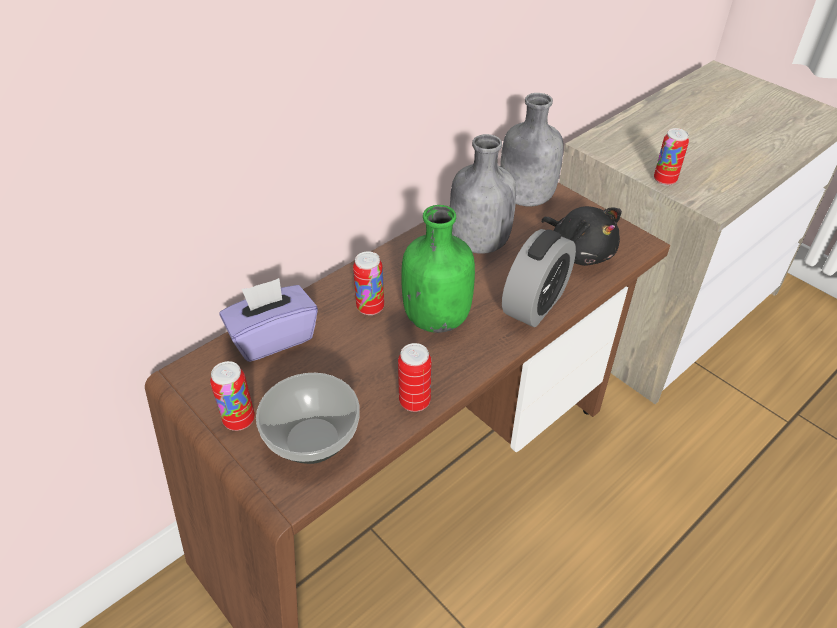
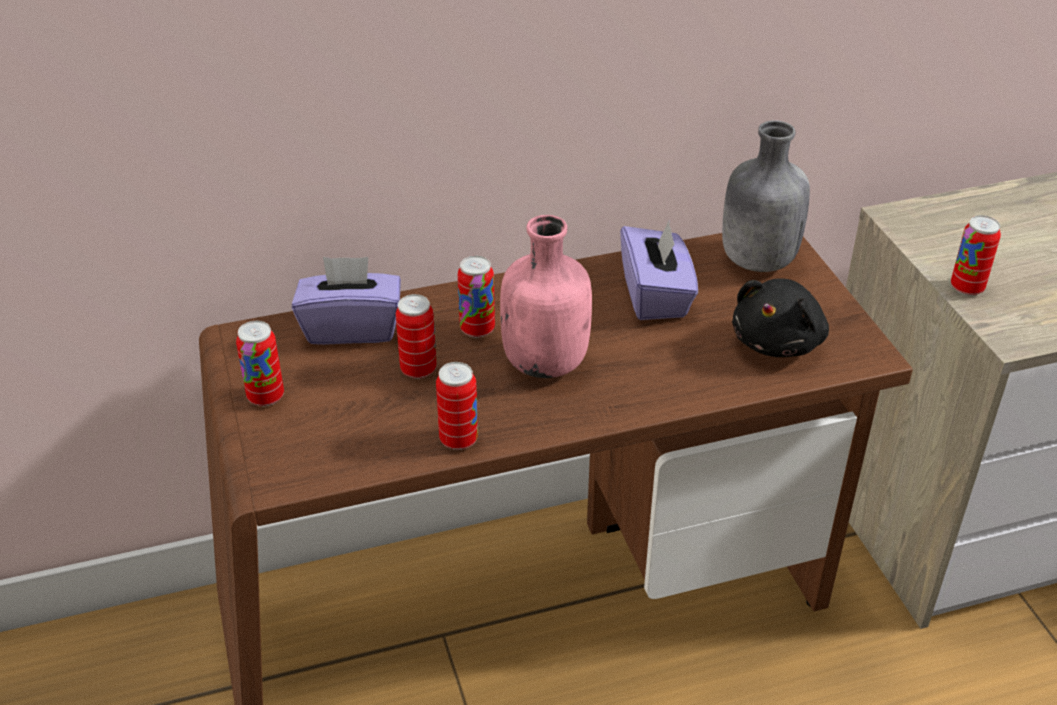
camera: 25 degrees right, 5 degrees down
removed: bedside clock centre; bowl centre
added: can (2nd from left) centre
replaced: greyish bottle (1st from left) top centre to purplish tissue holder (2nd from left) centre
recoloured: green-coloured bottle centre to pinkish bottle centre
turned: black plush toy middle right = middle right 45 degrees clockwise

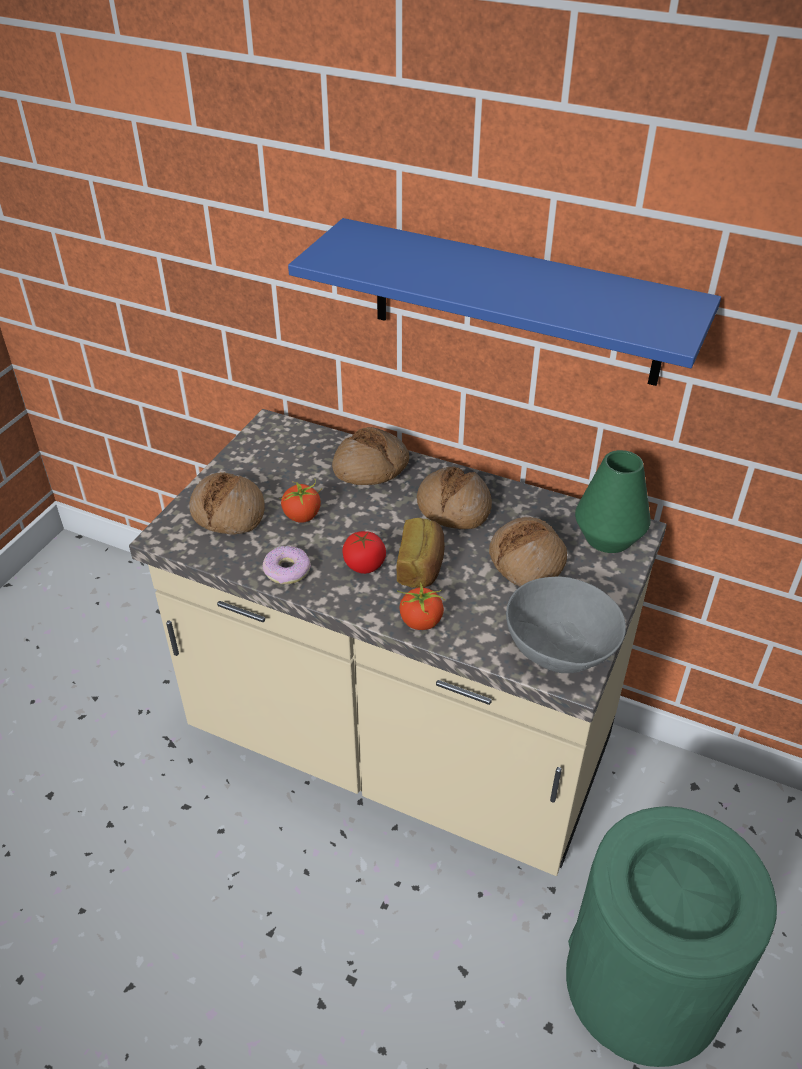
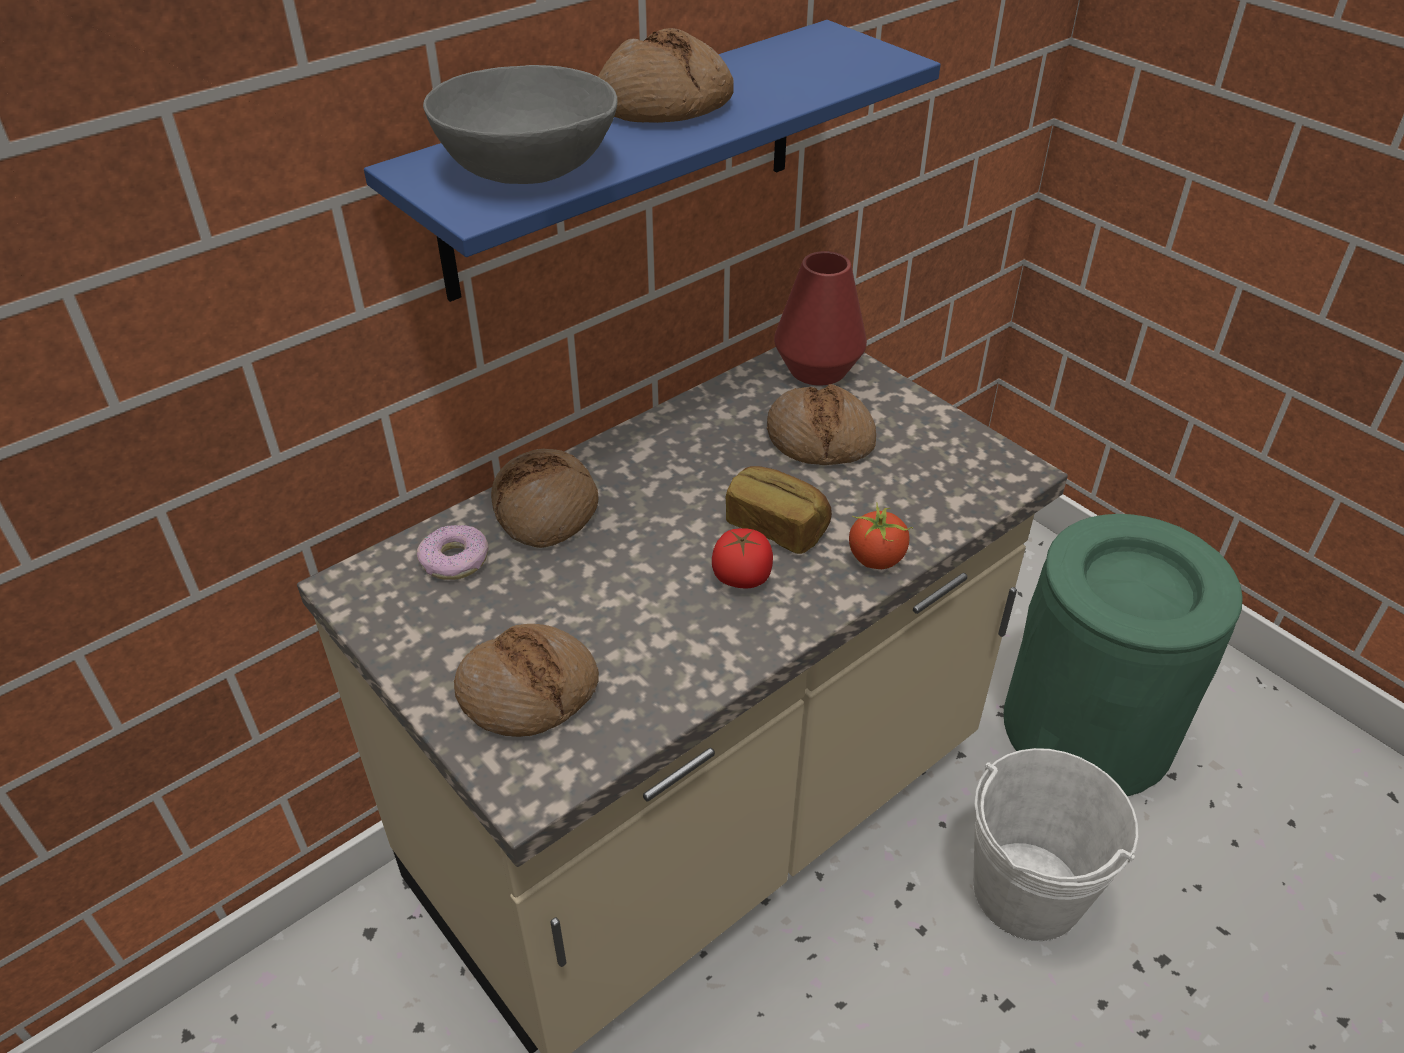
camera: 65 degrees left, 0 degrees up
removed: fresh tomato (1st from left) centre
added: white-coloured bucket bottom right
moved: bread (4th from left in the first image) centre to bread (3rd from left) top centre; donut centre to middle left; greyish bowl middle right to top centre
recoloured: green-coloured flower vase middle right to red-coloured flower vase top centre

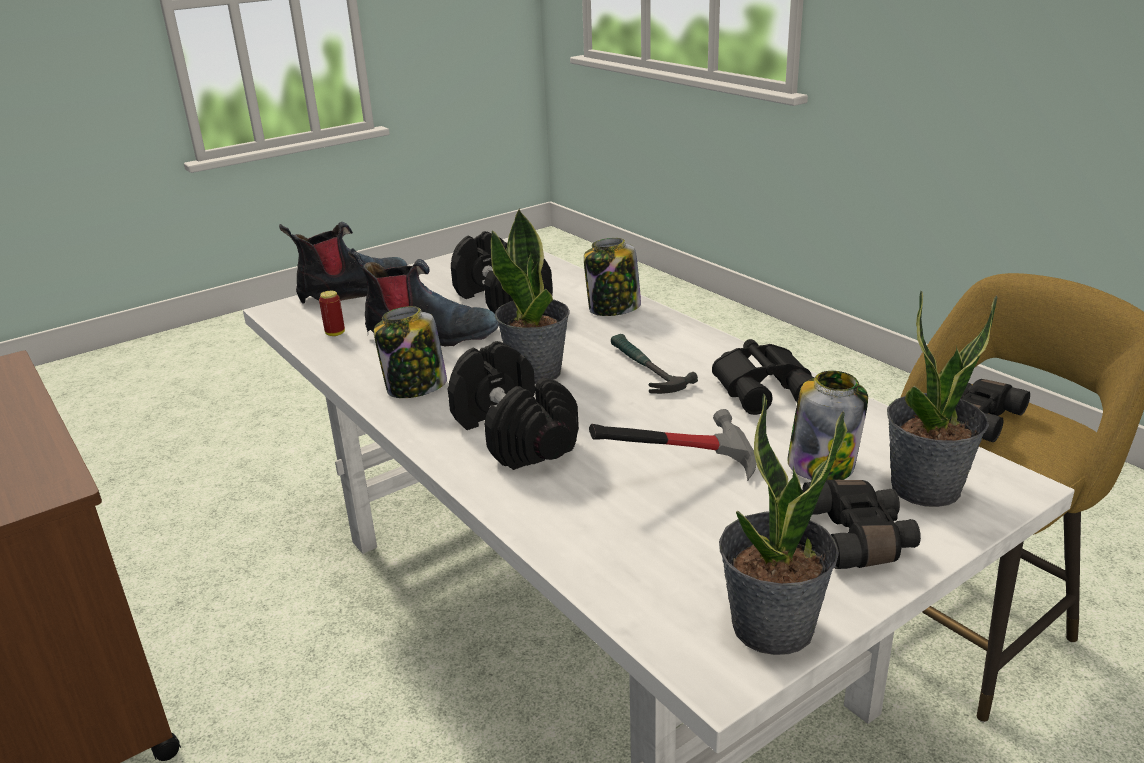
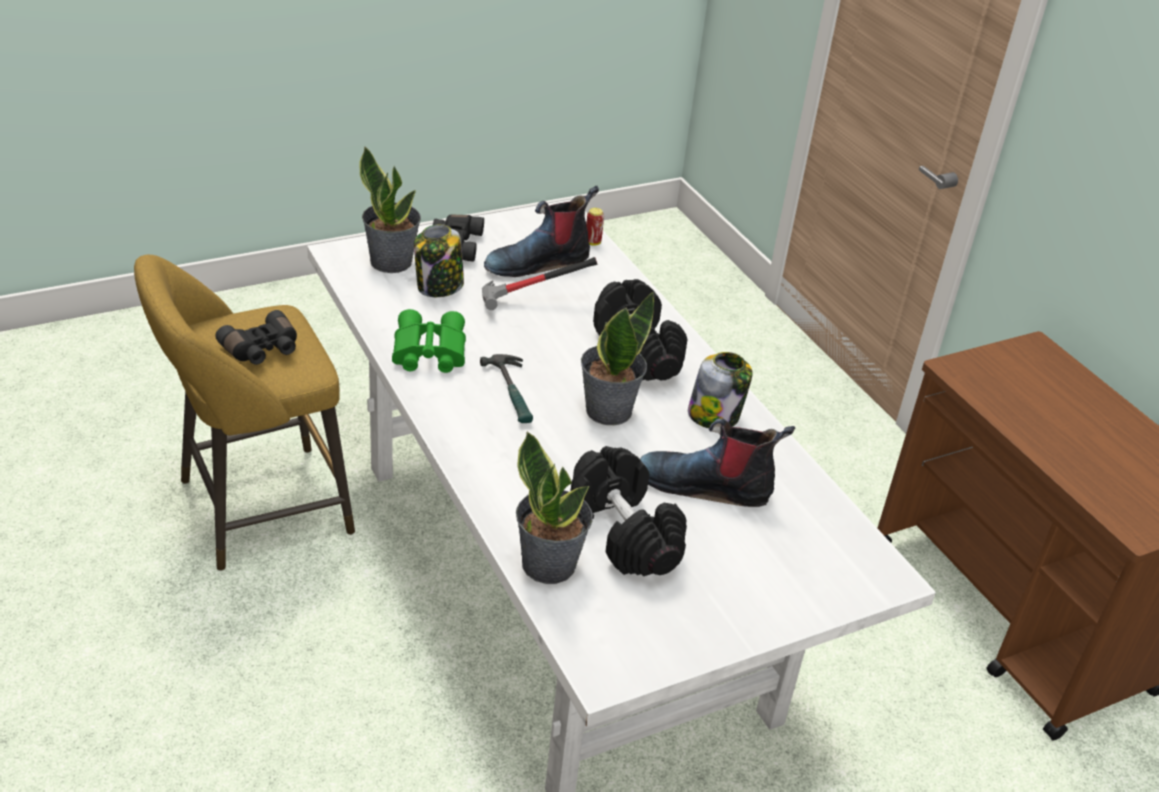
camera: 175 degrees left, 10 degrees up
removed: preserve jar (2nd from left) centre
moved: high-top boot (1st from left) middle left to top centre; can middle left to top centre; plant in a pot (2nd from left) bottom right to centre
recoloured: black binoculars (1st from left) middle right to green-coloured binoculars centre

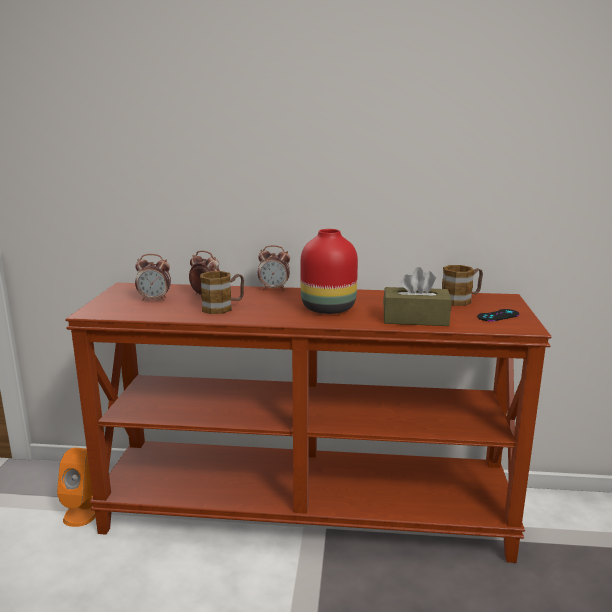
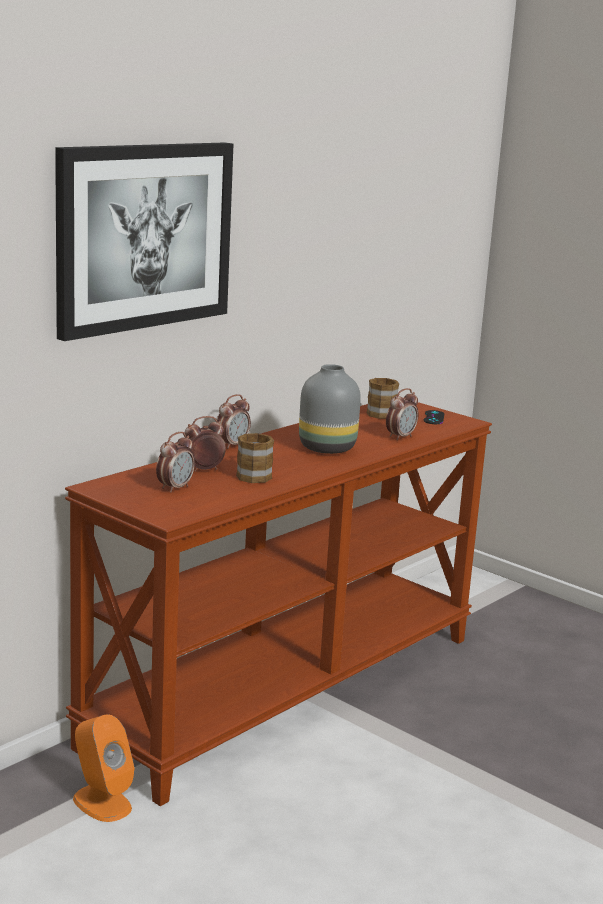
camera: 55 degrees left, 0 degrees up
added: wall picture top left
replaced: brown tissue holder middle right to bedside clock (4th from left) middle right
recoloured: red-coloured flower vase centre to greyish flower vase centre

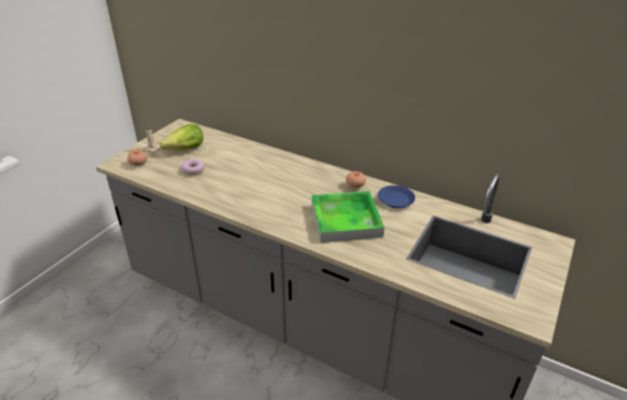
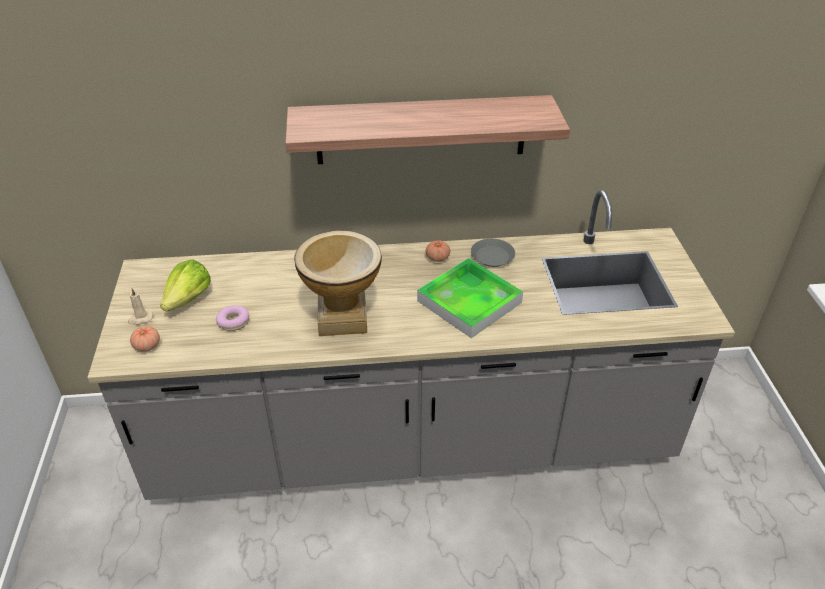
camera: 35 degrees left, 5 degrees up
added: wall shelf top centre; flower vase centre
recoloured: bluish flat dish centre to greyish flat dish centre

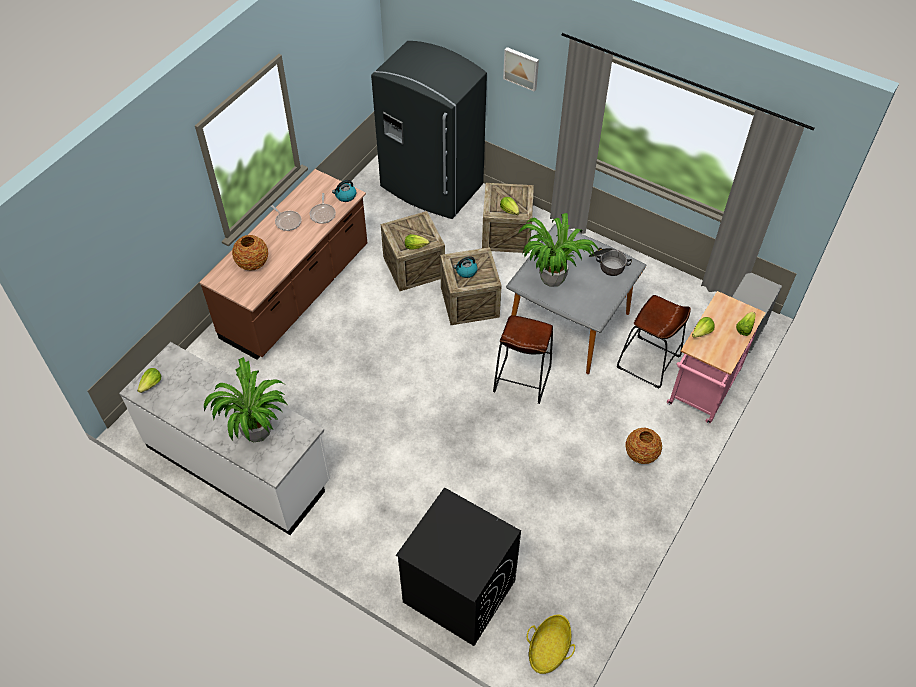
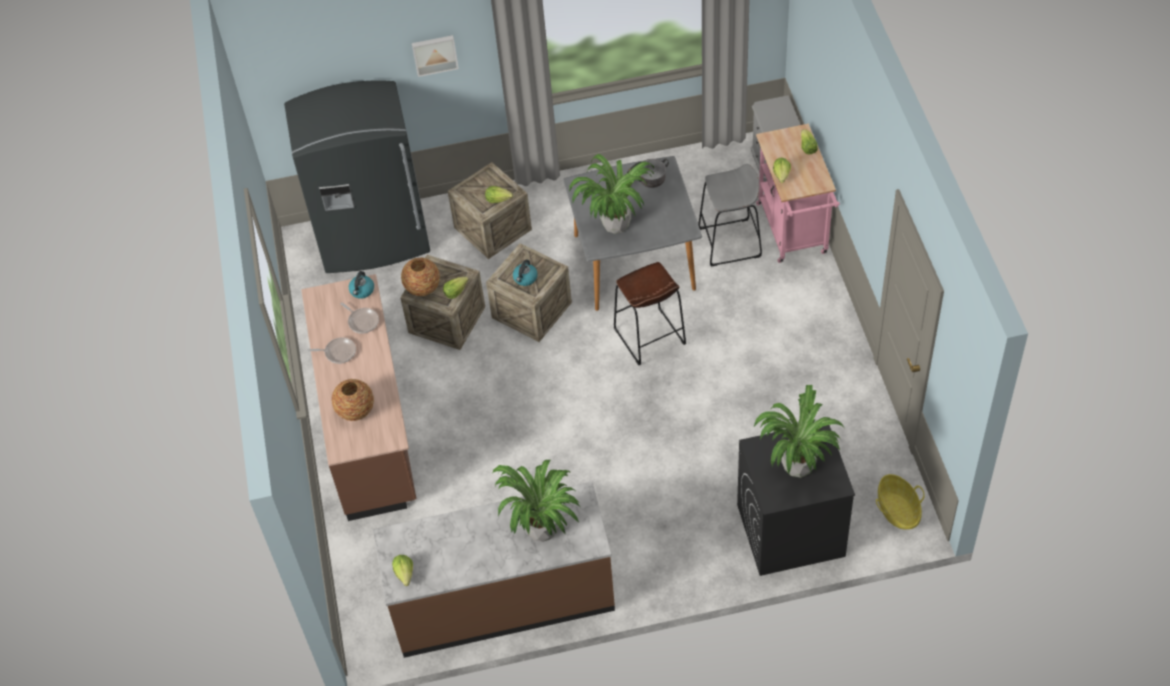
camera: 40 degrees left, 0 degrees up
added: plant in a pot (3rd from left) middle right
moved: flower vase (2nd from left) middle right to centre
recoloured: brown stool seat (2nd from left) middle right to greyish stool seat top centre; white-coloured kitchen counter middle left to brown kitchen counter (2nd from left) bottom centre

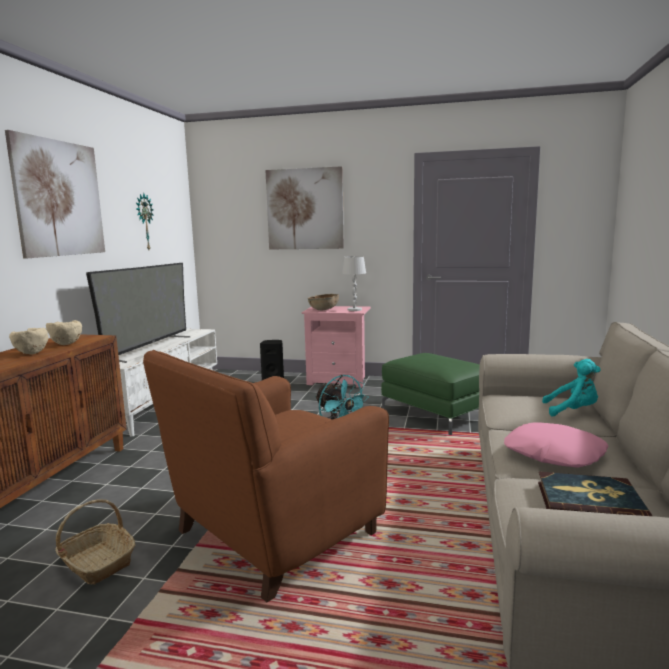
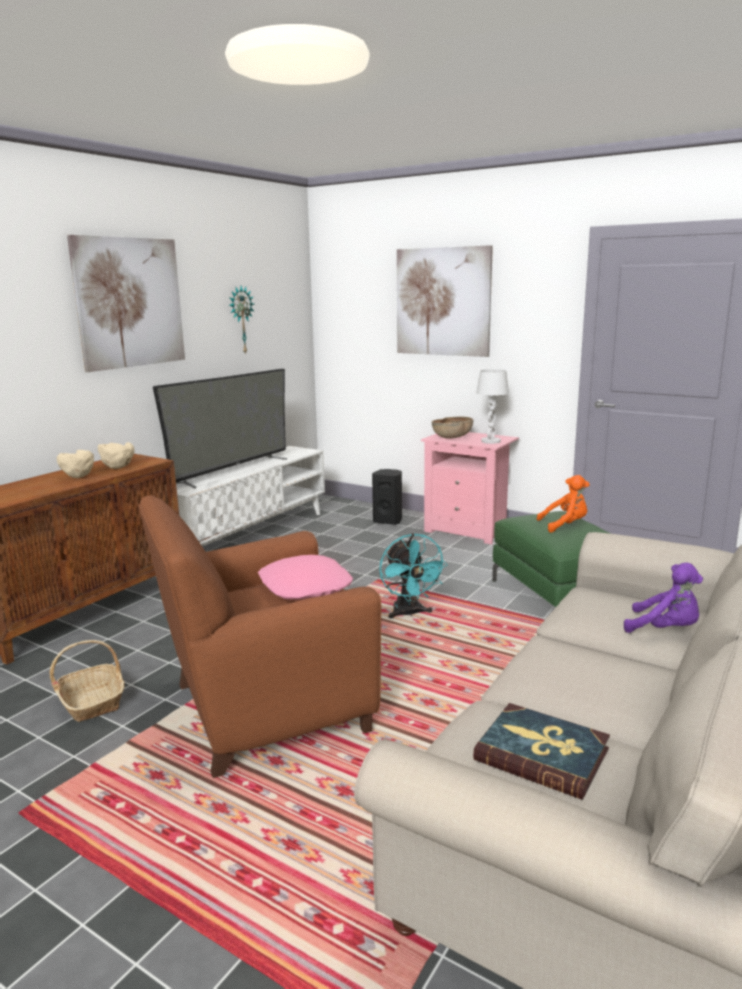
camera: 20 degrees right, 5 degrees up
added: orangey plush toy middle right
moved: pinkish throw pillow middle right to centre
recoloured: blue-green plush toy middle right to purplish plush toy middle right

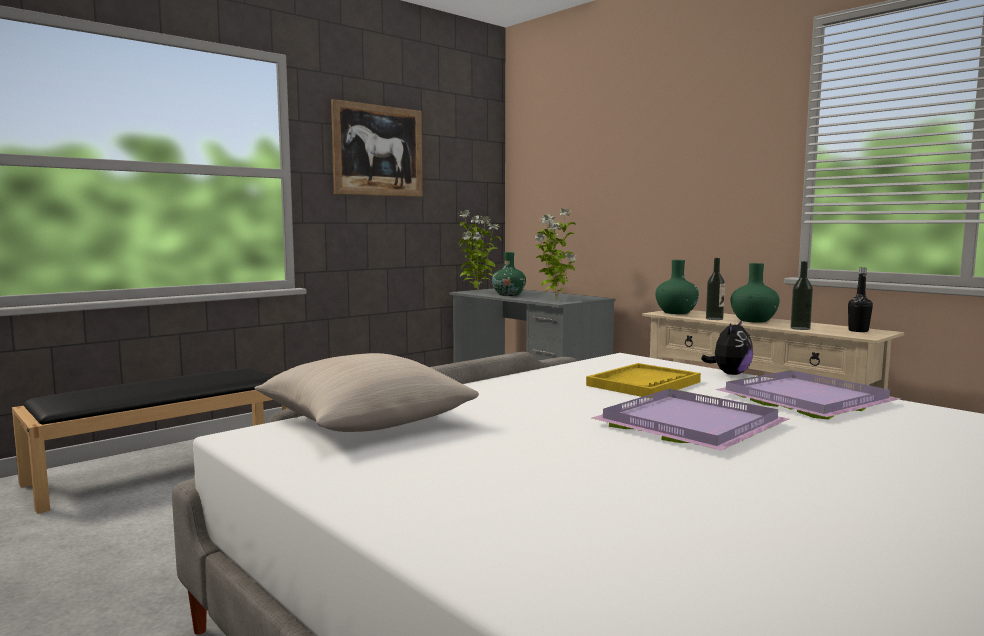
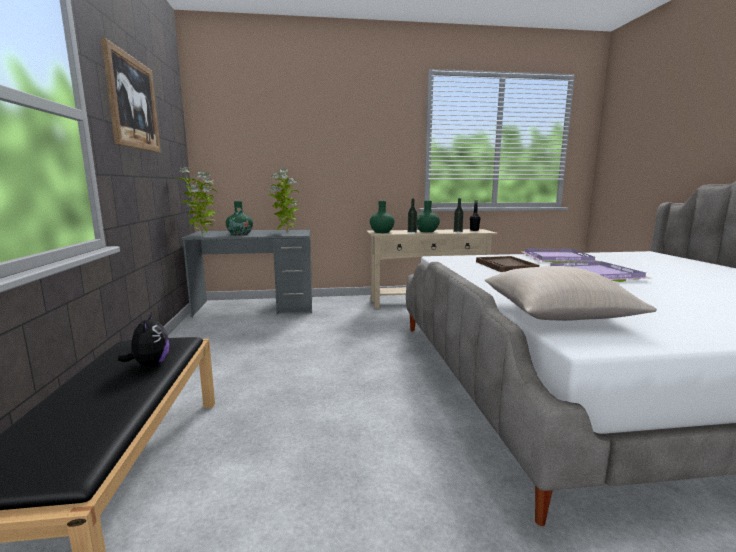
camera: 55 degrees left, 5 degrees up
moved: plush toy middle right to middle left
recoloured: yellowish carrying tray centre to brown carrying tray middle right

